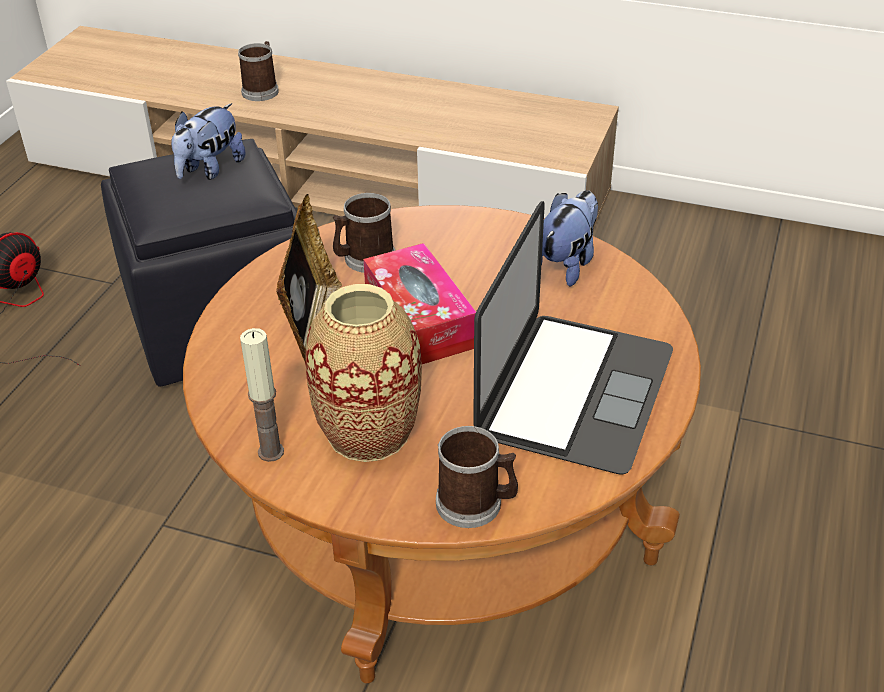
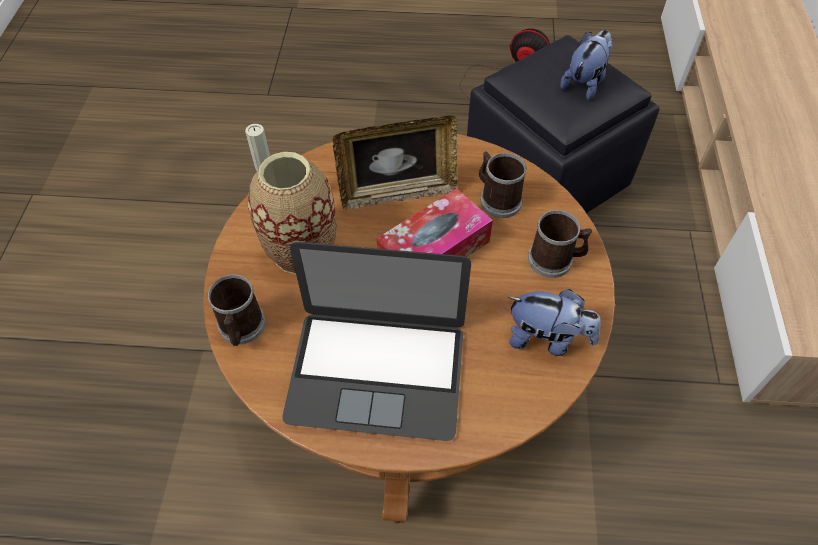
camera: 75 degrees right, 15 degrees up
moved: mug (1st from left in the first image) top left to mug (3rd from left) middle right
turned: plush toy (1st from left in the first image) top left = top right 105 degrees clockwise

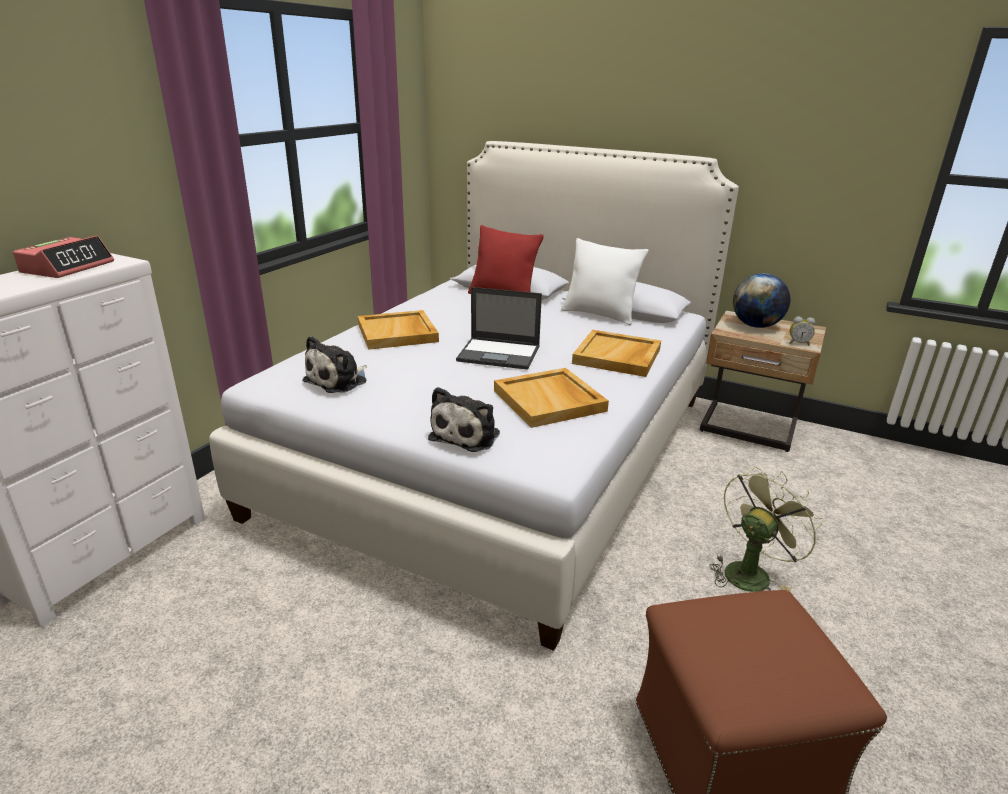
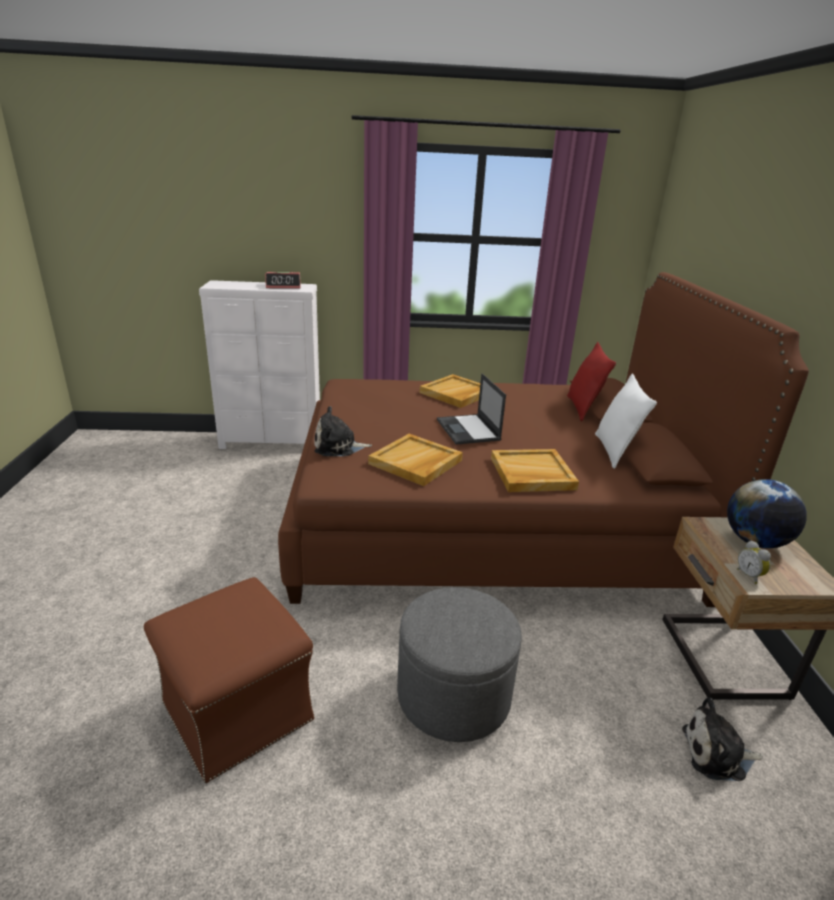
camera: 60 degrees right, 0 degrees up
moved: plush toy (1st from left in the first image) middle left to plush toy (2nd from left) bottom right
replaced: green-coloured cooling fan middle right to greyish footrest bottom centre
recoloured: white-coloured sleeping bed centre to brown sleeping bed centre

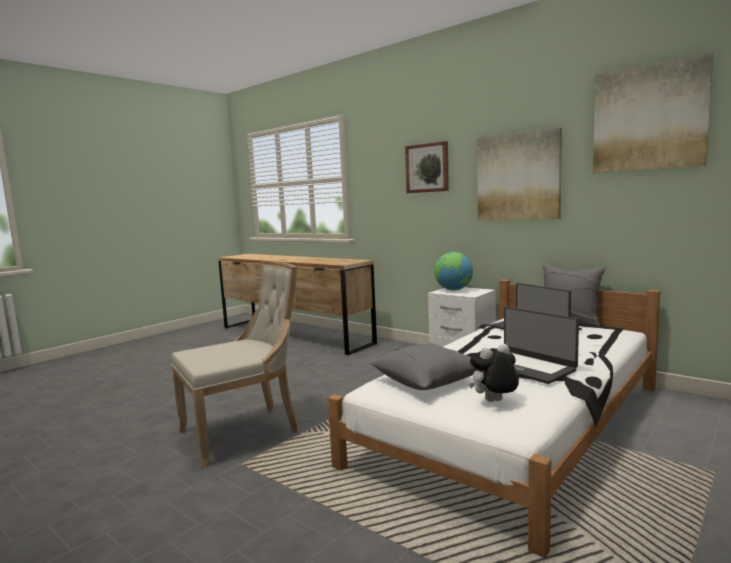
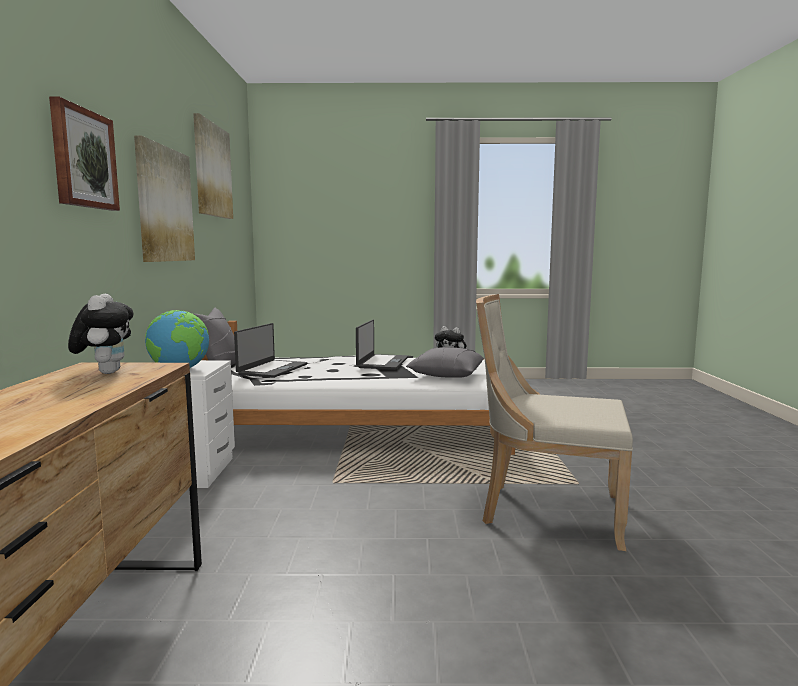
camera: 130 degrees left, 0 degrees up
added: plush toy (1st from left) middle left

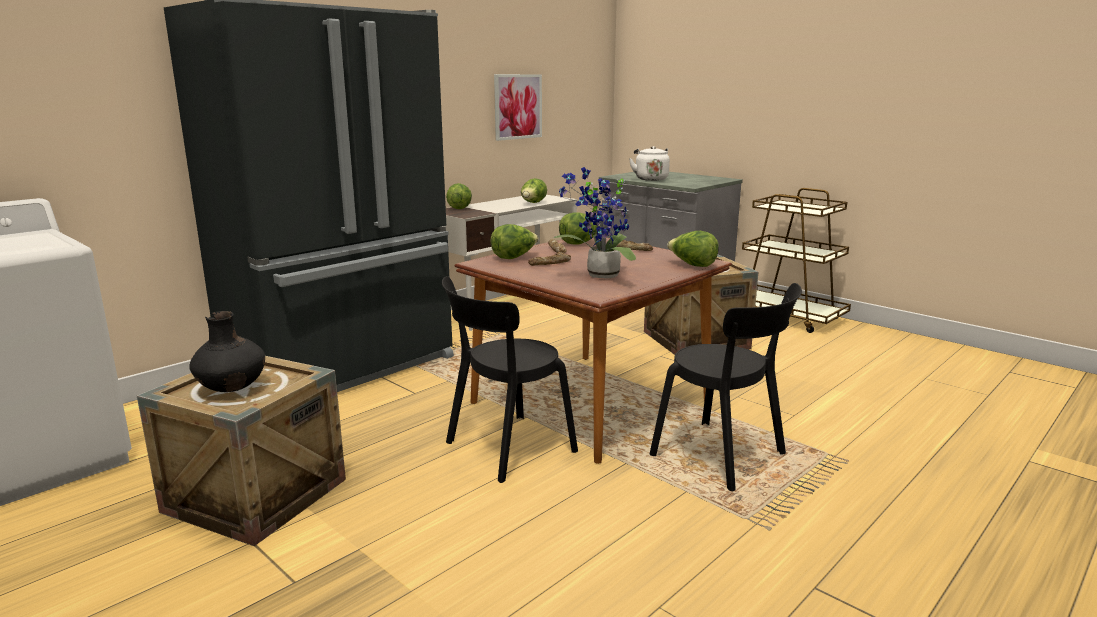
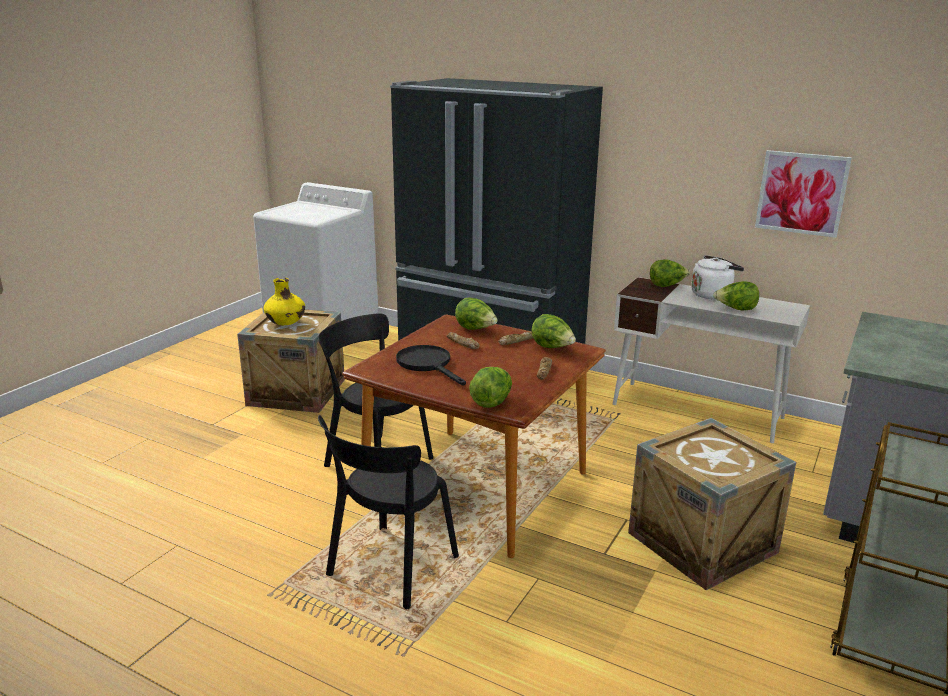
camera: 75 degrees right, 5 degrees up
moved: white-coloured kettle top centre to middle right
replaced: plant in a pot centre to black frying pan centre
recoloured: black flower vase middle left to yellowish flower vase middle left

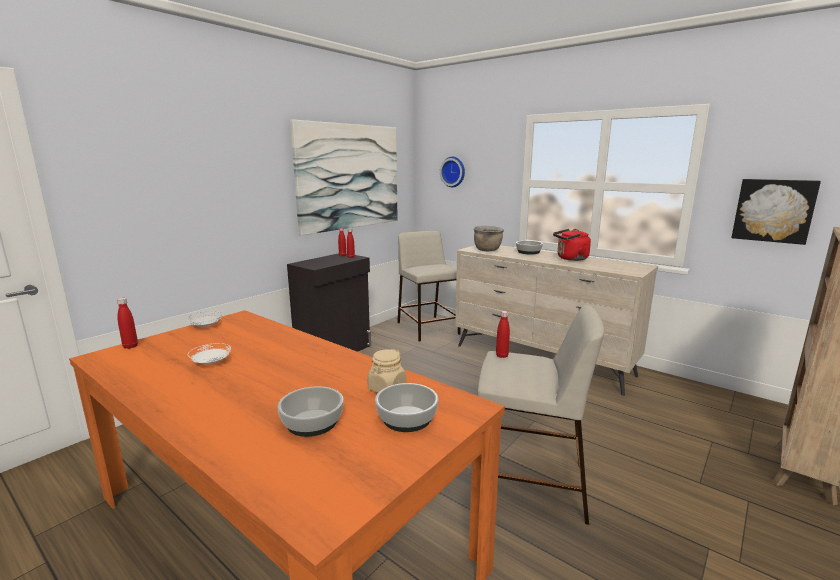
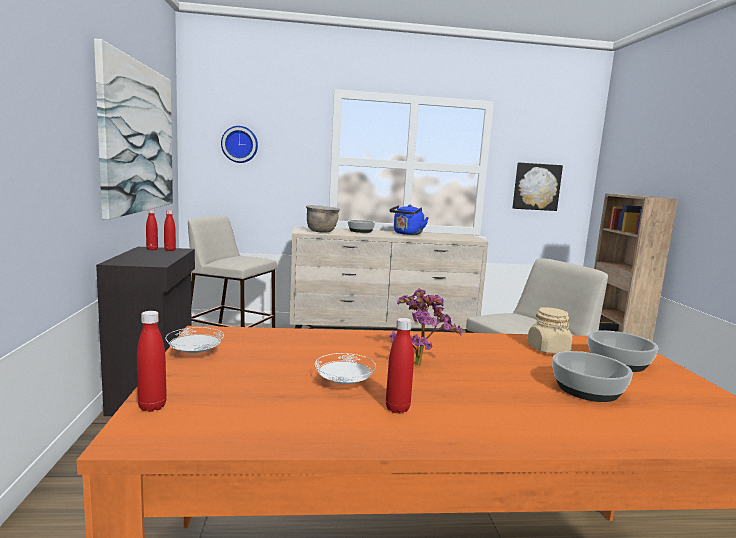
camera: 45 degrees left, 5 degrees down
added: plant in a pot centre
moved: red-coloured bottle (4th from left) centre to bottom centre
recoloured: red-coloured kettle middle right to bluish kettle centre

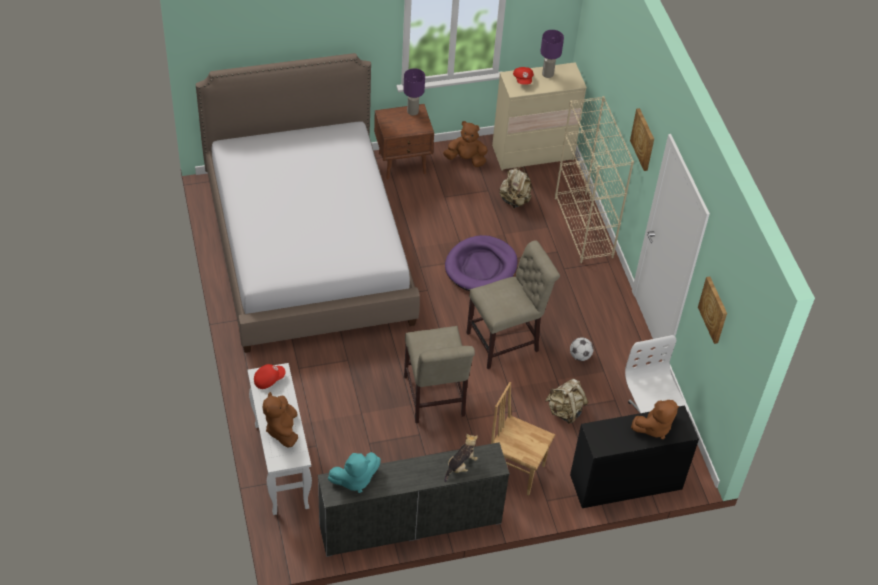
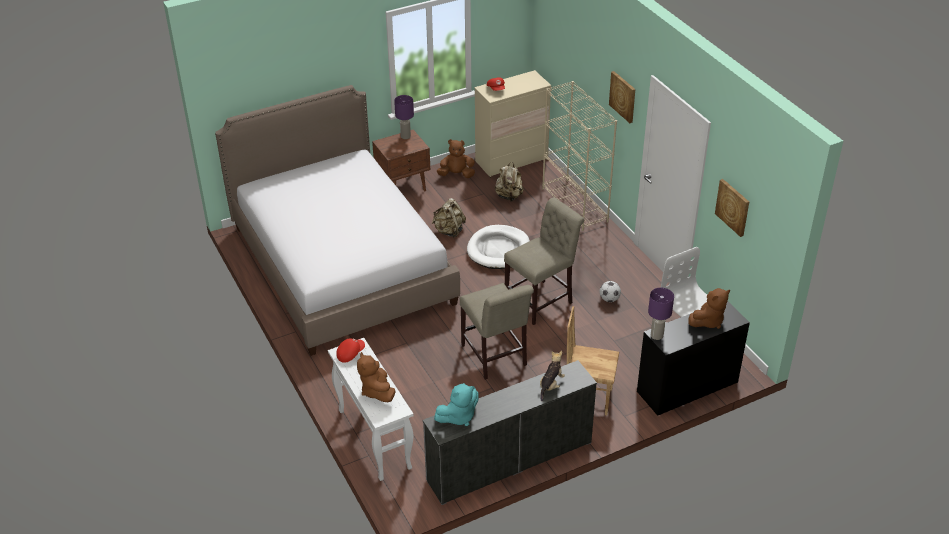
camera: 10 degrees left, 10 degrees down
moved: purplish table lamp (2nd from left) top centre to middle right; beige backpack (2nd from left in the first image) bottom centre to beige backpack (1st from left) centre
recoloured: purplish dog cushion centre to white-coloured dog cushion centre

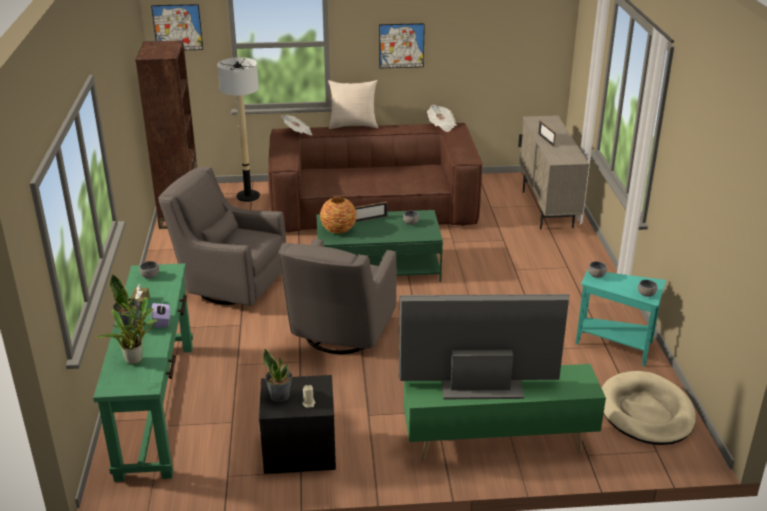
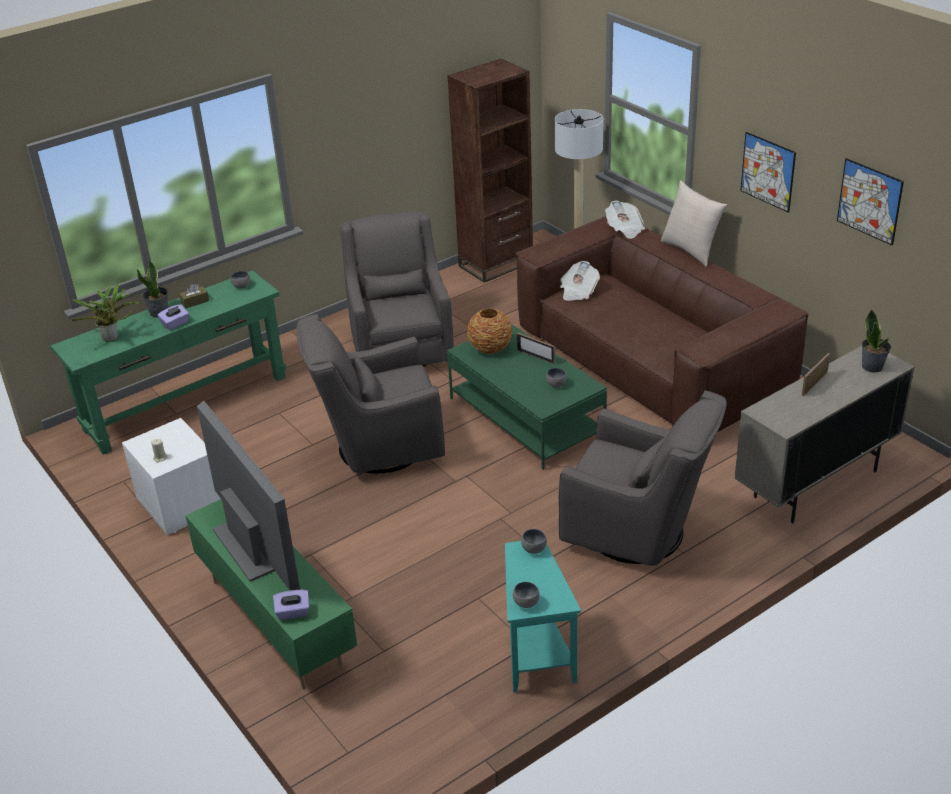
camera: 60 degrees right, 5 degrees up
removed: beige dog cushion bottom right
added: greyish lounge chair (3rd from left) middle right; purplish tissue holder (2nd from left) bottom left
moved: wall picture (1st from left in the first image) top left to wall picture (2nd from left) top right; newspaper (2nd from left in the first image) top centre to newspaper (1st from left) centre; plant in a pot (3rd from left) bottom centre to middle right
recoloured: black bedside table bottom centre to white-coloured bedside table middle left

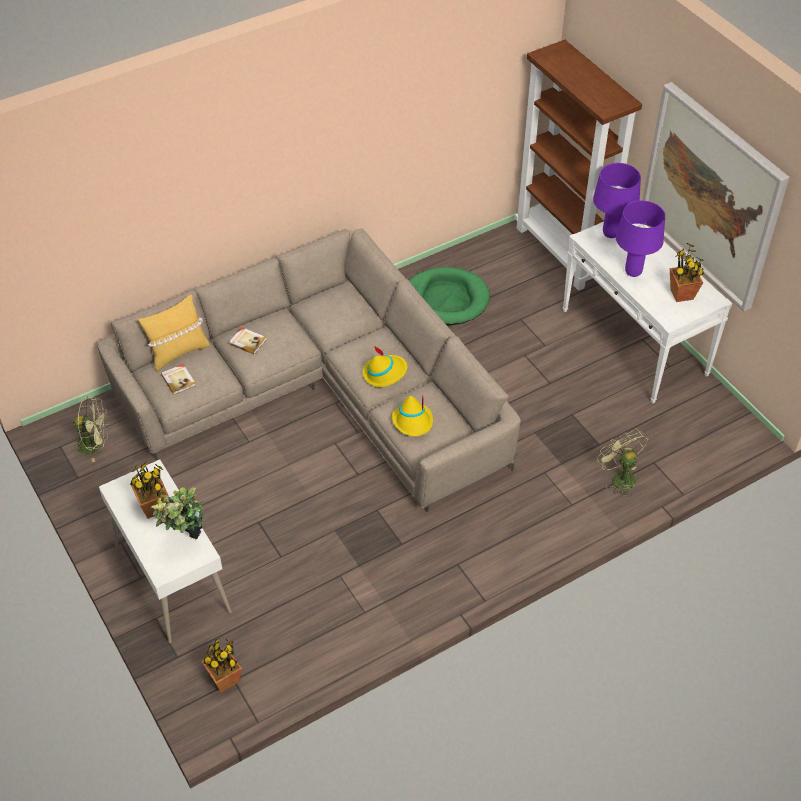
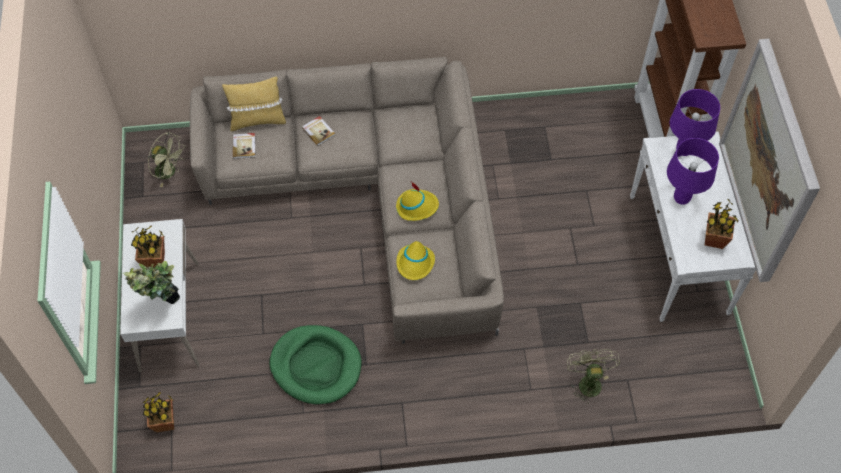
camera: 25 degrees right, 10 degrees up
moved: green-coloured dog cushion centre to bottom centre

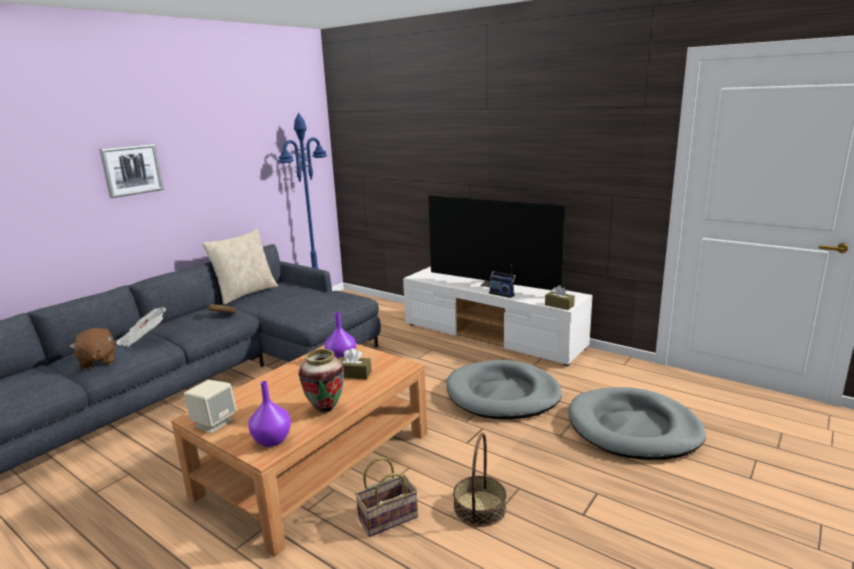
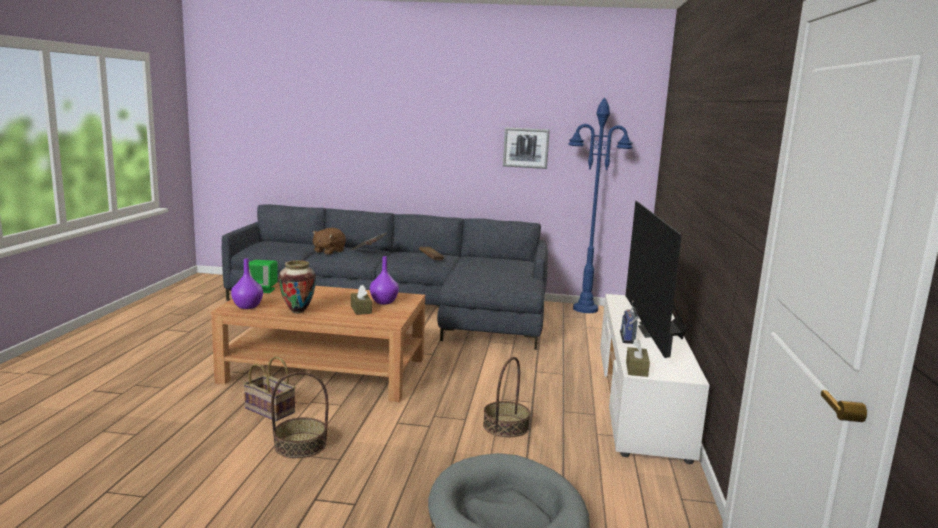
camera: 60 degrees right, 5 degrees down
removed: beige throw pillow middle left
moved: wall picture top left to top centre
replaced: greyish dog cushion (1st from left) bottom centre to basket (3rd from left) bottom centre
recoloured: beige audio speaker bottom left to green-coloured audio speaker middle left

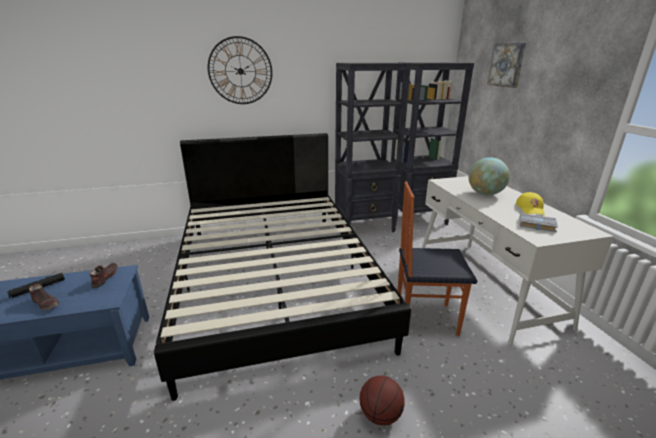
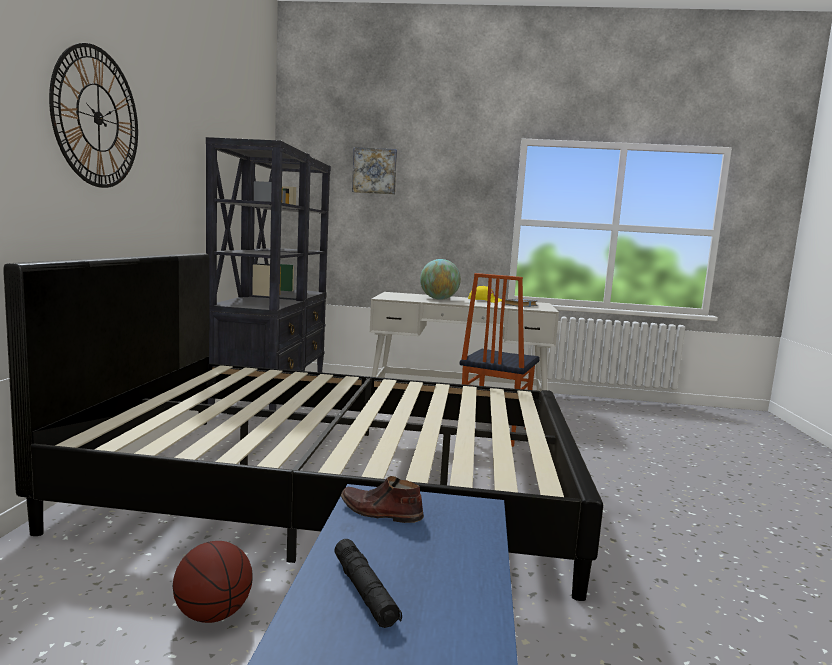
camera: 70 degrees left, 15 degrees down
removed: brown low shoe (1st from left) bottom left
moved: basketball bottom centre to bottom left

